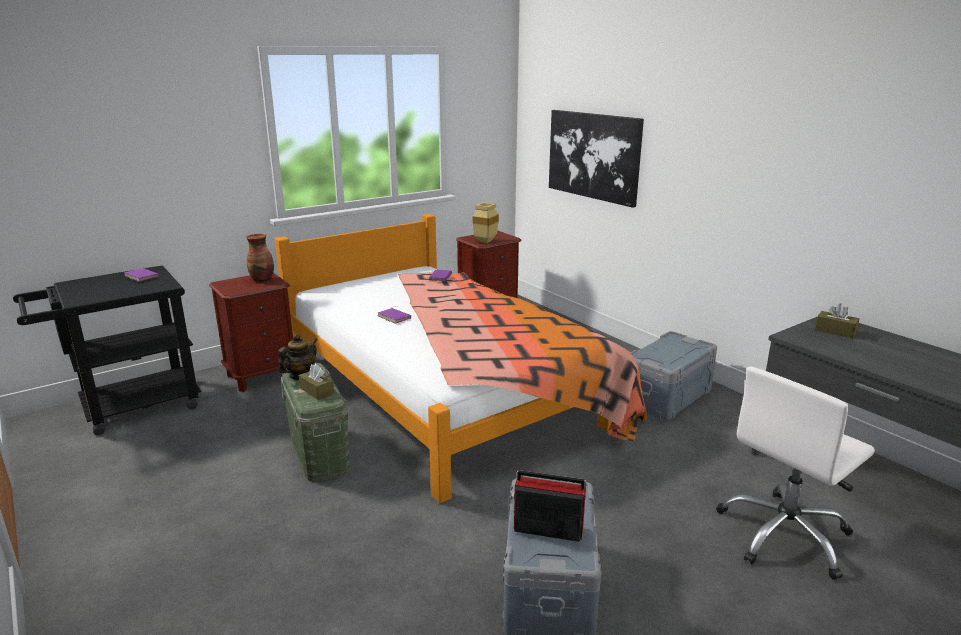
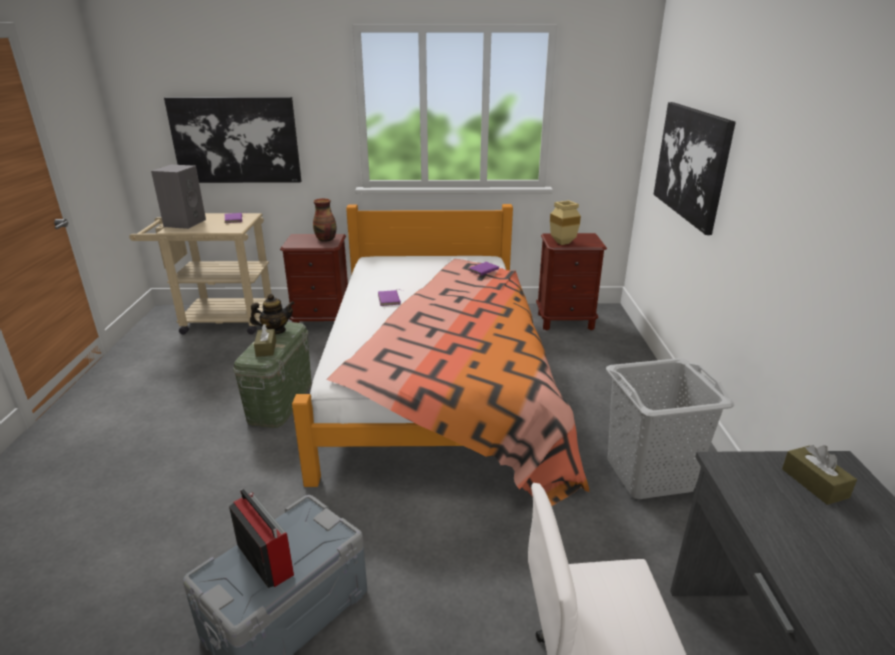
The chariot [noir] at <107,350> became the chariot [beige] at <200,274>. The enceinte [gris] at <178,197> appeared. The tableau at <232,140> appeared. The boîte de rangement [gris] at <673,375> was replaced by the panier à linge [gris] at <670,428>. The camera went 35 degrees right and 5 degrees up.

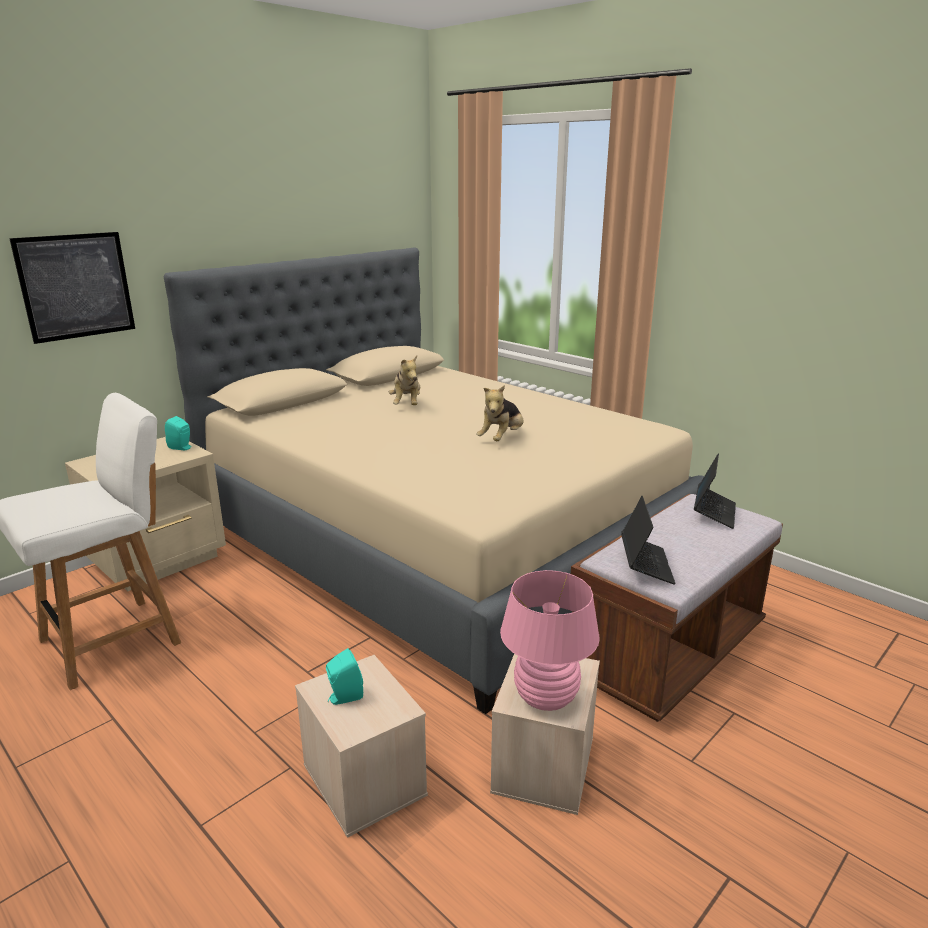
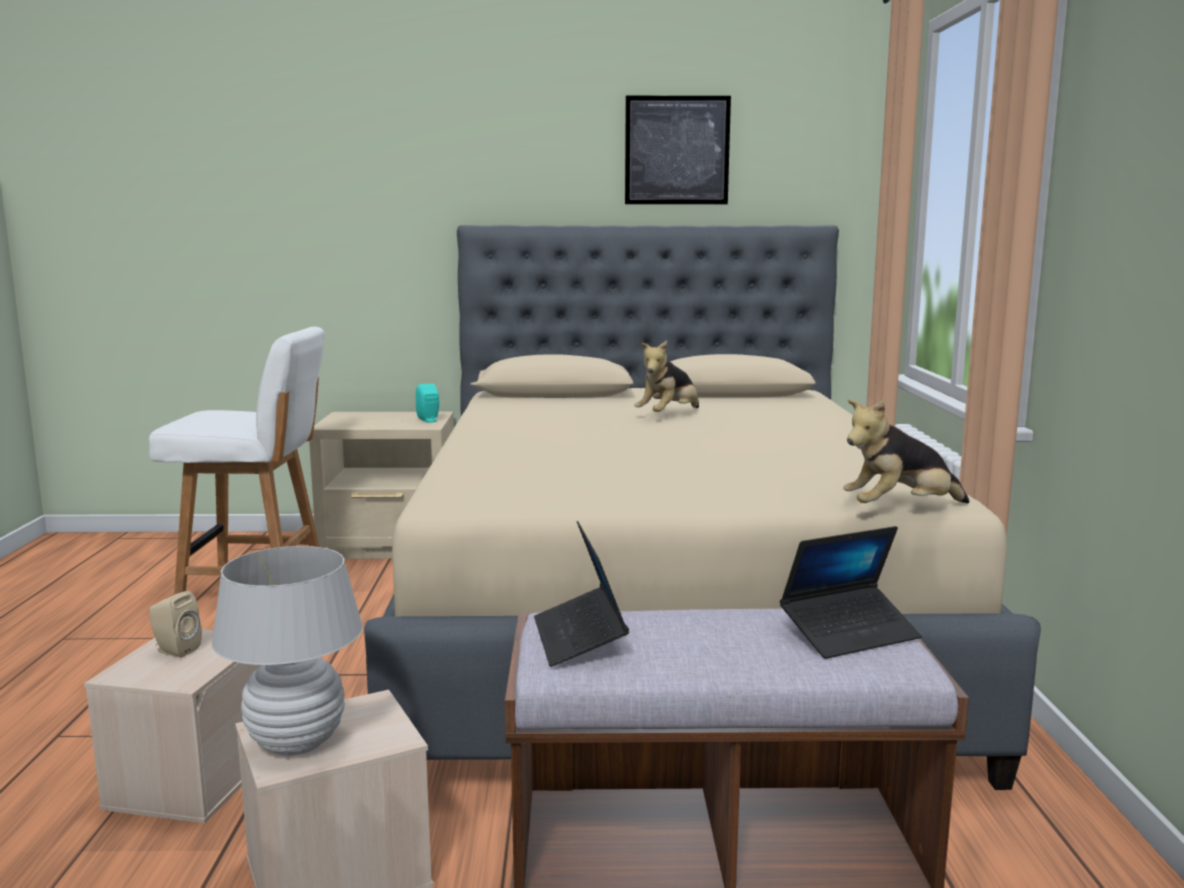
The enceinte [turquoise] at <344,676> became the enceinte [beige] at <175,624>. The lampe de table [rose] at <550,640> became the lampe de table [blanc] at <287,650>. The ordinateur portable at <648,540> turned 120 degrees clockwise. The tableau moved from <72,288> to <678,150>. The peluche moved from <499,413> to <906,451>. The camera went 45 degrees right and 10 degrees down.

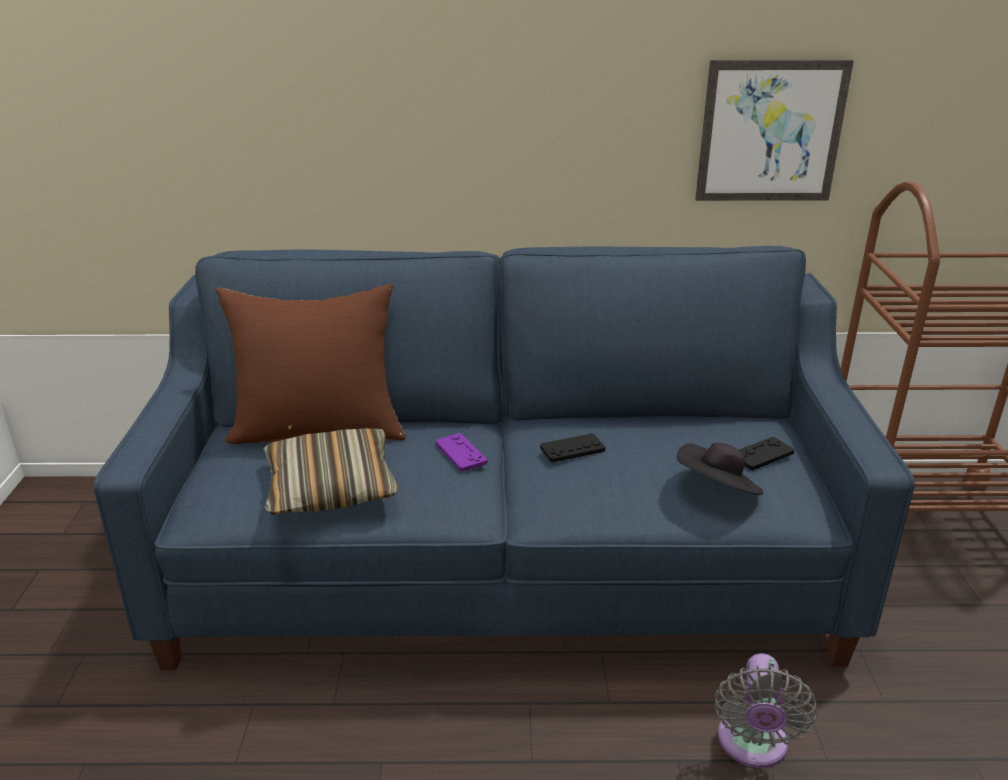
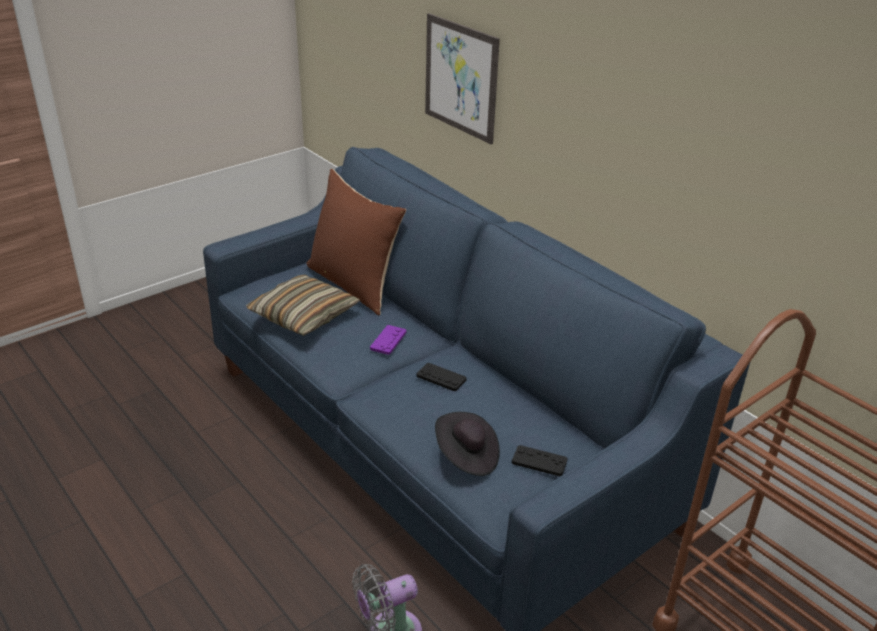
The tableau moved from <774,130> to <462,78>. The camera went 50 degrees right and 5 degrees up.

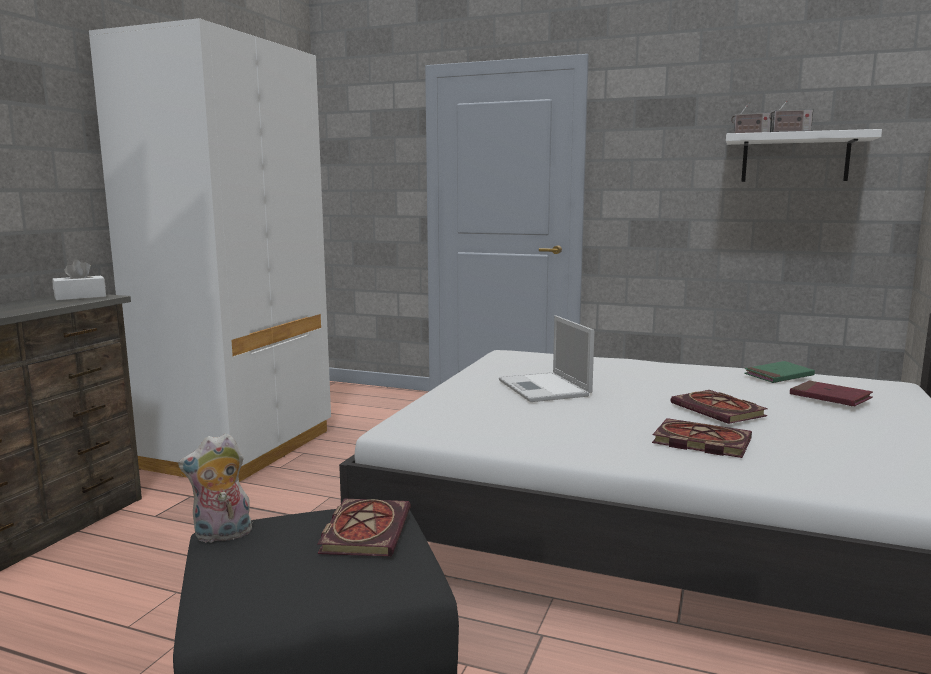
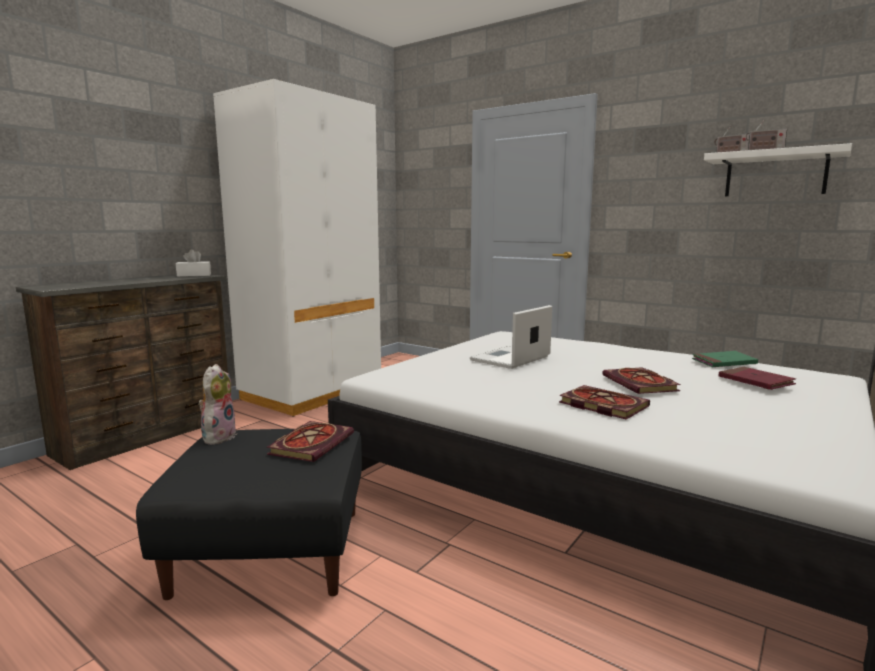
The peluche at <215,488> turned 105 degrees clockwise. The ordinateur portable at <547,358> turned 45 degrees clockwise. The camera went 15 degrees right and 0 degrees up.

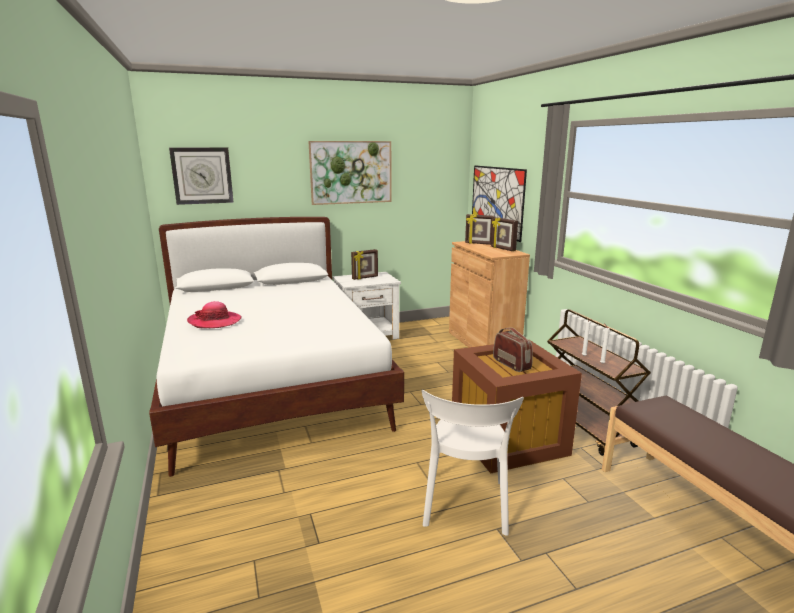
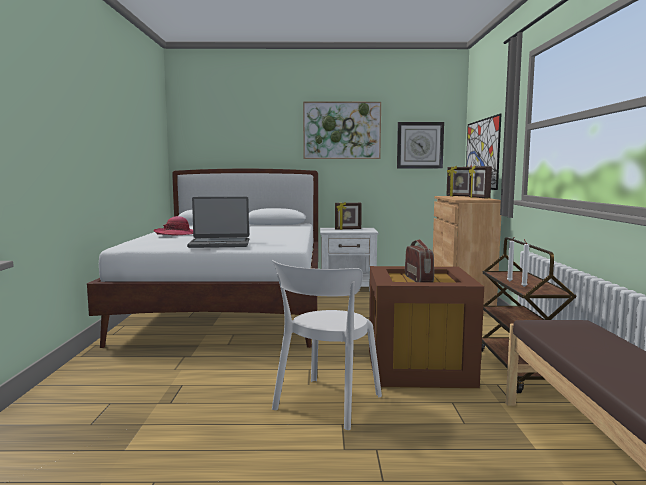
The ordinateur portable at <218,222> appeared. The horloge murale moved from <201,176> to <420,145>. The camera went 20 degrees right and 10 degrees down.

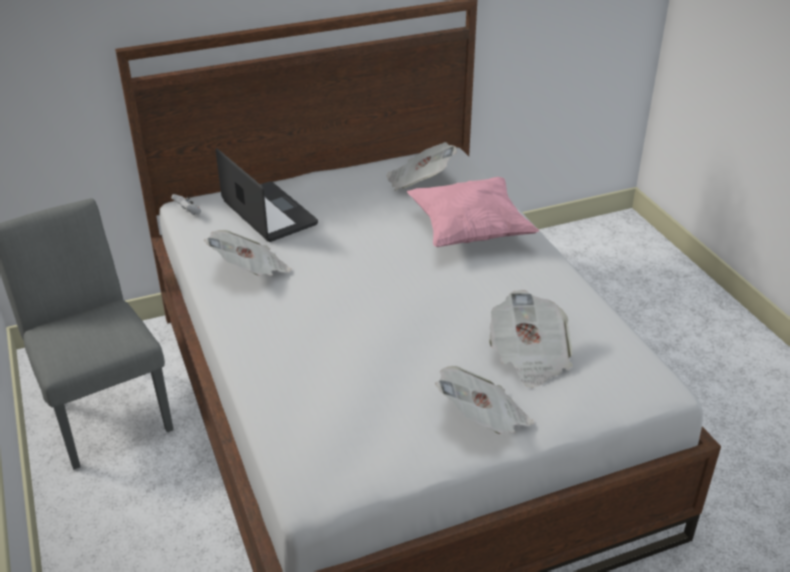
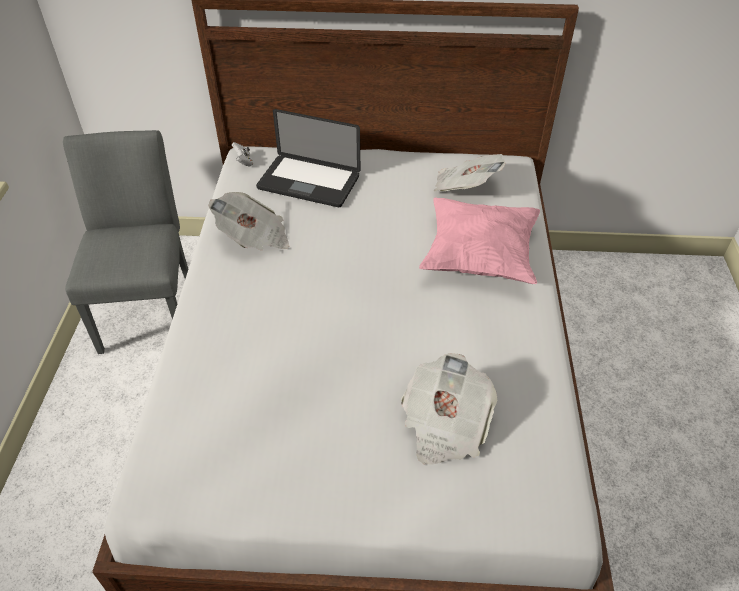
The ordinateur portable at <267,195> turned 120 degrees clockwise. The journal at <484,400> disappeared. The camera went 25 degrees right and 10 degrees up.

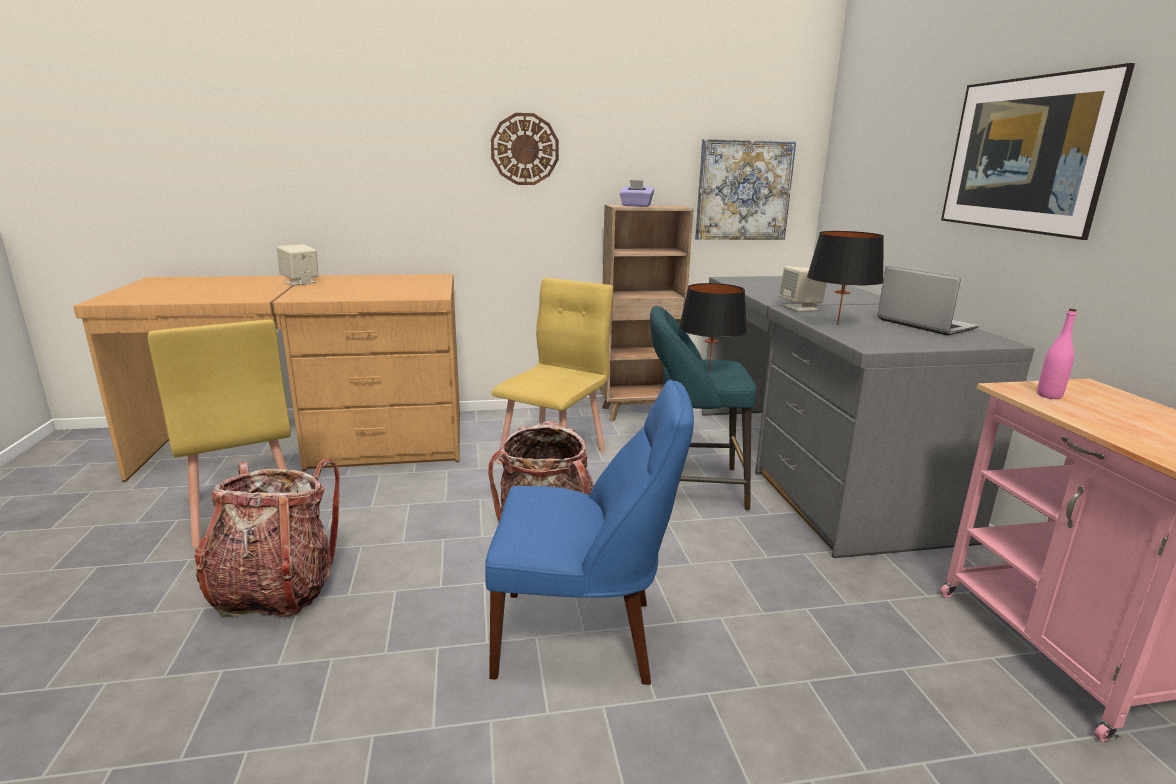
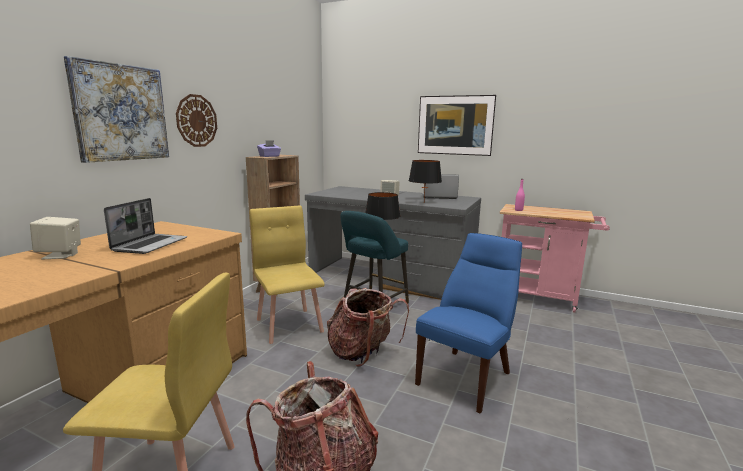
The tableau moved from <745,189> to <116,109>. The ordinateur portable at <145,226> appeared. The camera went 55 degrees left and 5 degrees down.

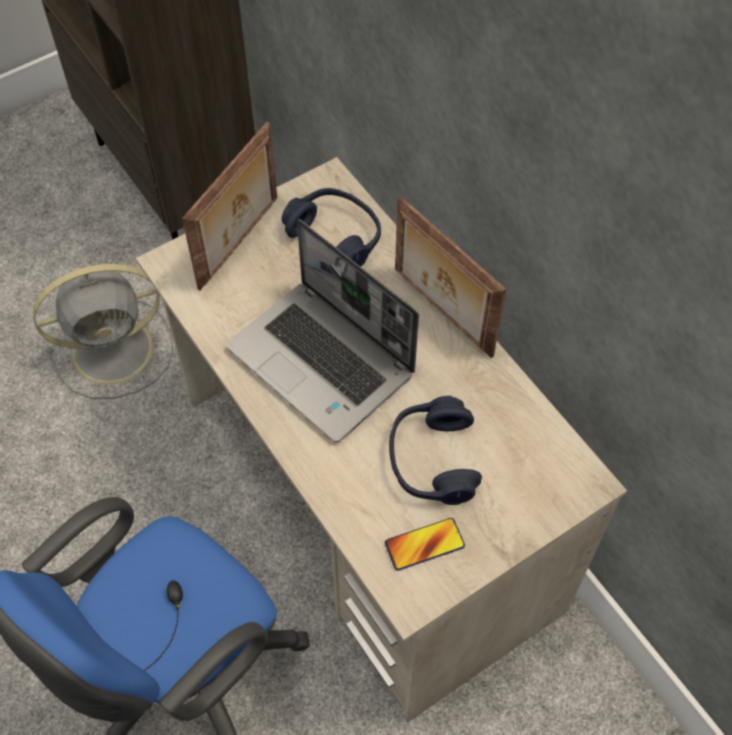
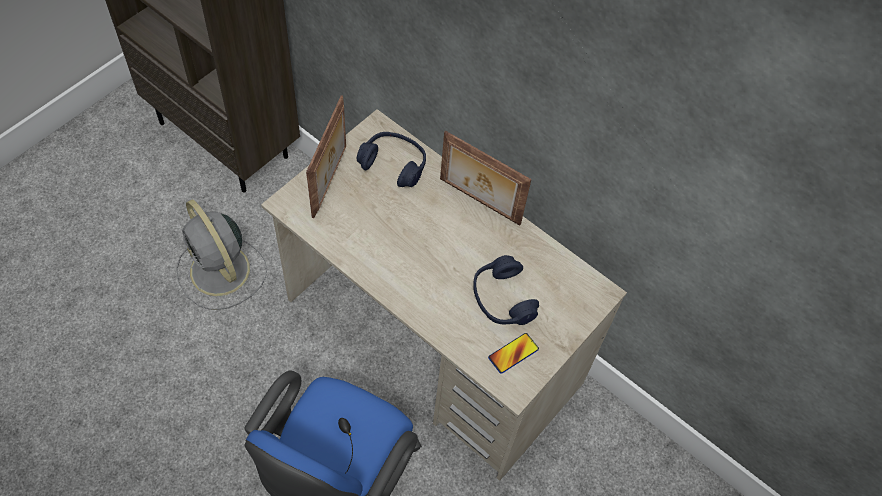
The ventilateur [gris] at <103,331> turned 90 degrees clockwise. The ordinateur portable at <322,330> disappeared. The camera went 20 degrees left and 0 degrees up.

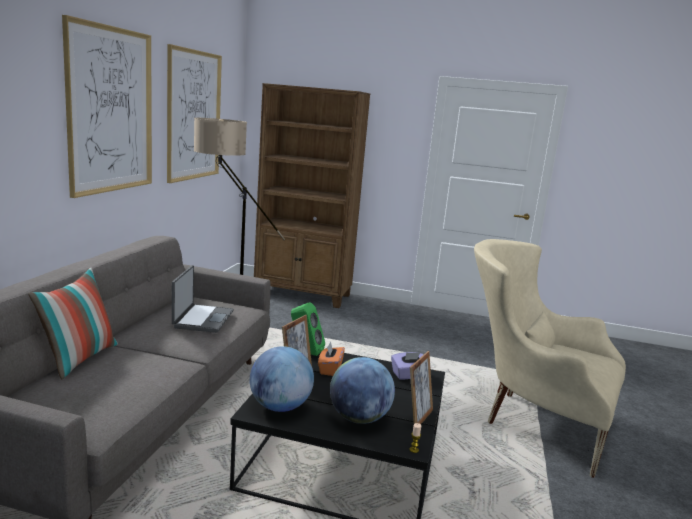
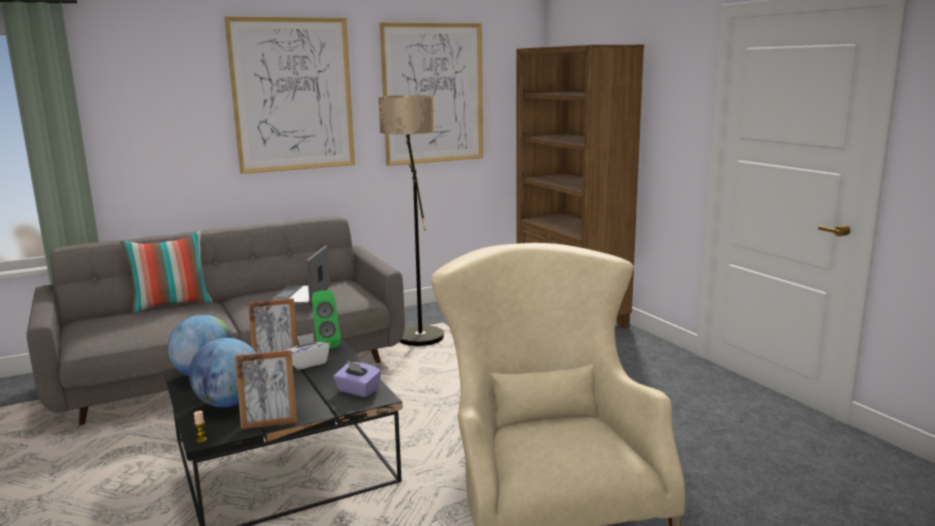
The ordinateur portable at <203,299> turned 135 degrees clockwise. The boîte à mouchoirs [orange] at <331,359> became the boîte à mouchoirs [blanc] at <308,351>. The camera went 50 degrees right and 0 degrees up.

